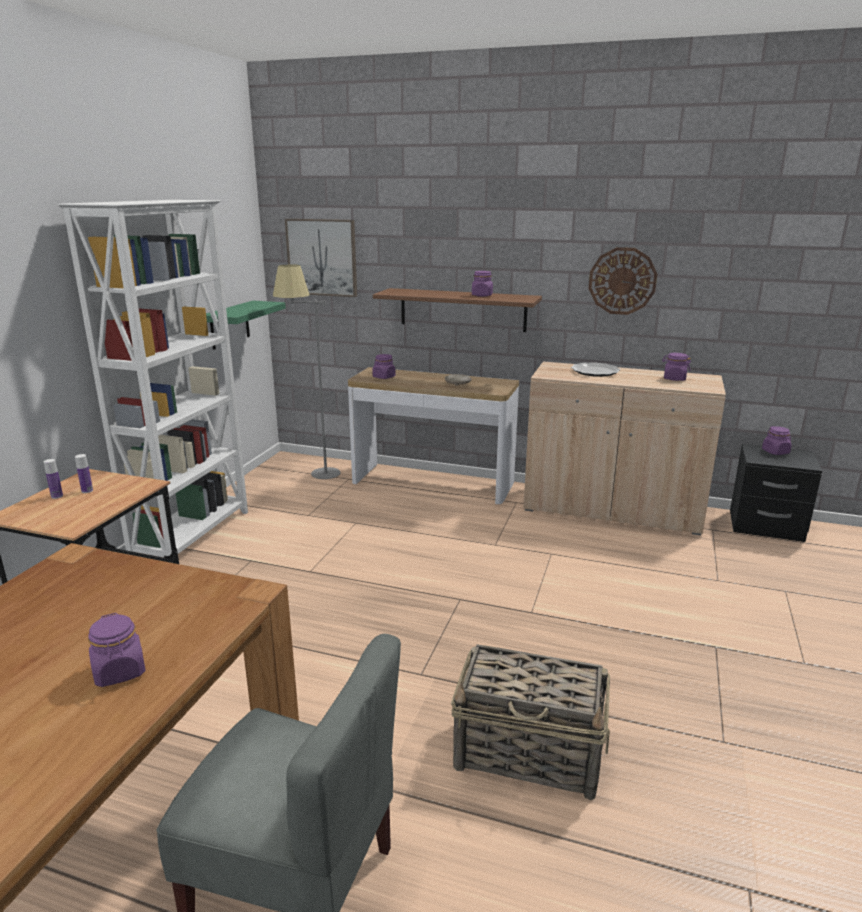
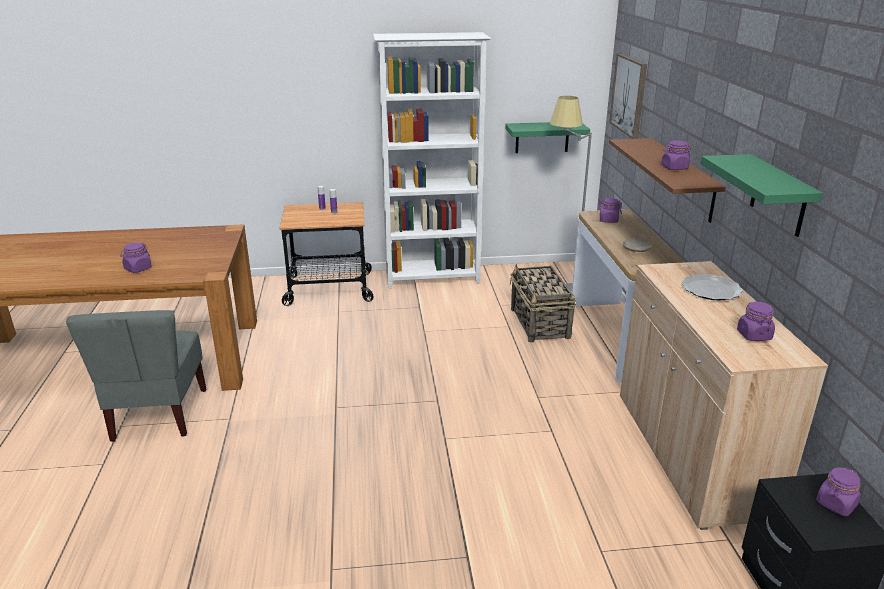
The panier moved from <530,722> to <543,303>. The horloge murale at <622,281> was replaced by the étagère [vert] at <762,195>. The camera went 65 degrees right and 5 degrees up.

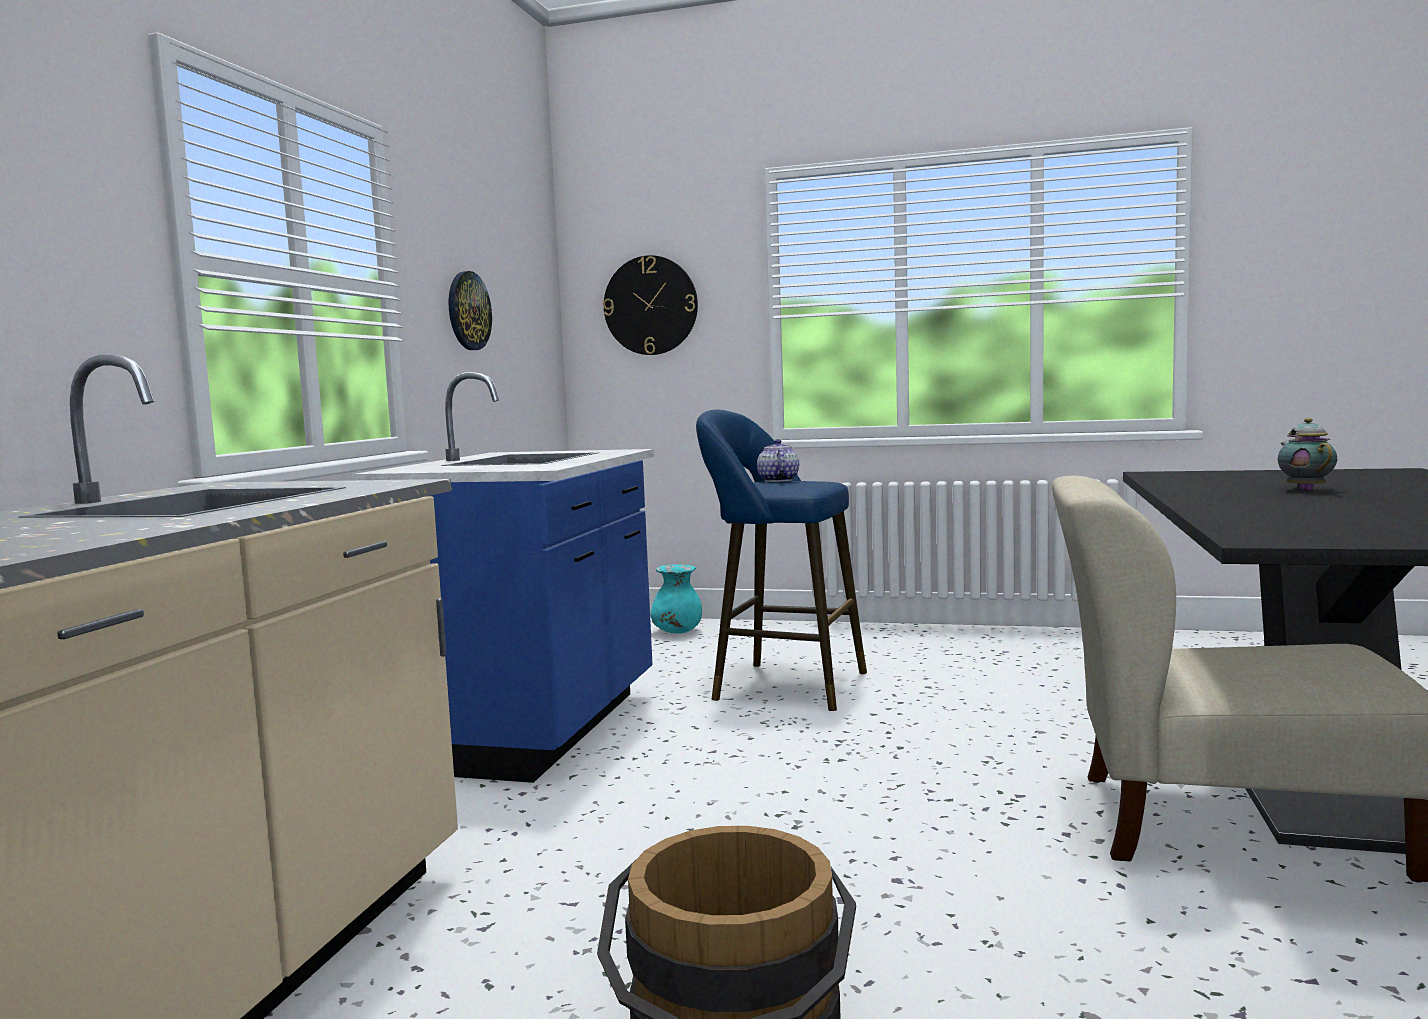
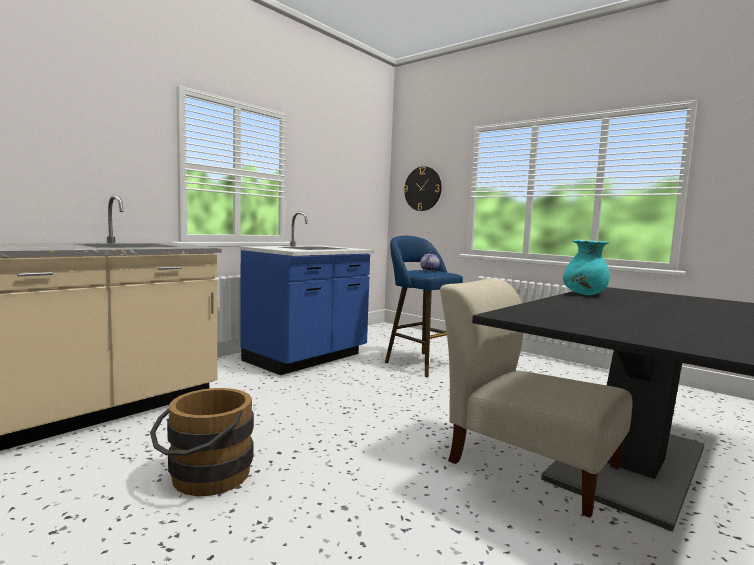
The vase [turquoise] moved from <676,598> to <586,267>. The horloge murale at <470,310> disappeared. The théière at <1307,454> disappeared. The camera went 25 degrees right and 0 degrees up.

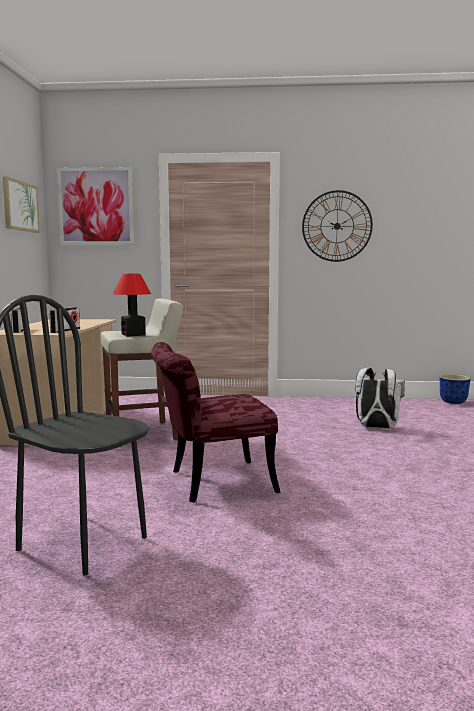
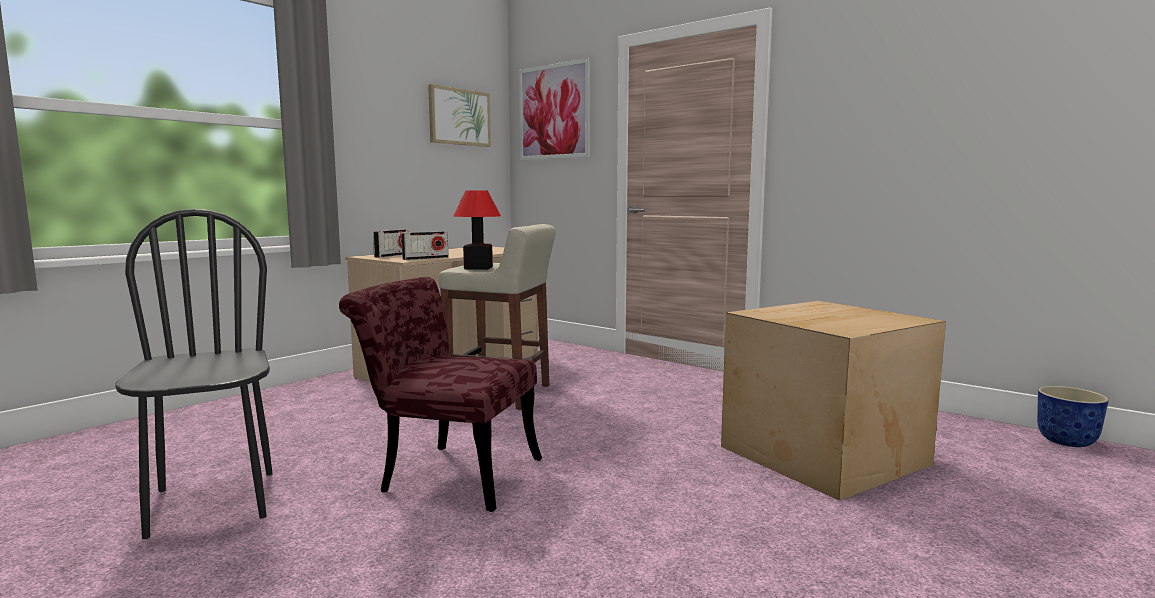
The sac à dos [blanc] at <380,398> was replaced by the carton at <833,401>. The horloge murale at <337,226> disappeared. The camera went 35 degrees right and 0 degrees up.

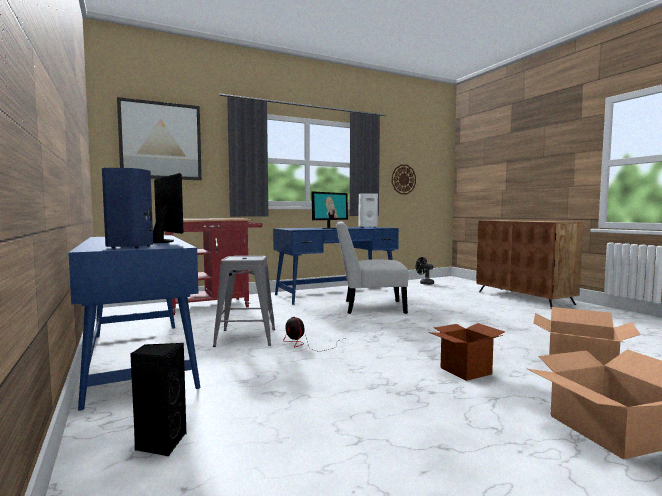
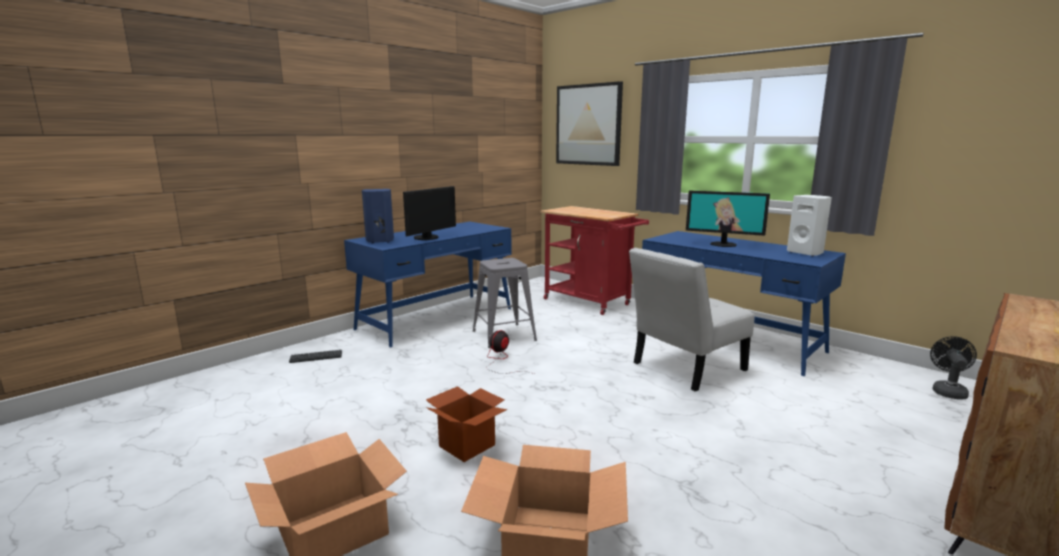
The enceinte [noir] at <158,399> was replaced by the clavier at <315,356>. The chaise [blanc] at <372,267> turned 105 degrees counterclockwise. The horloge murale at <404,179> disappeared. The camera went 70 degrees right and 10 degrees up.

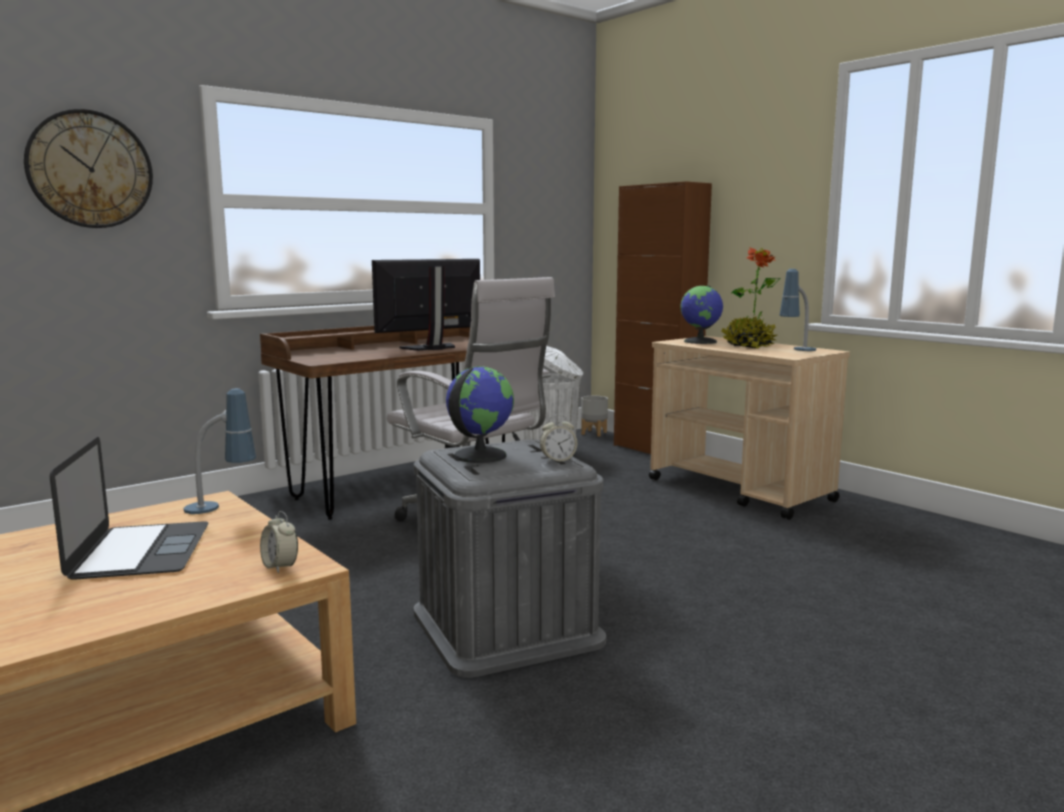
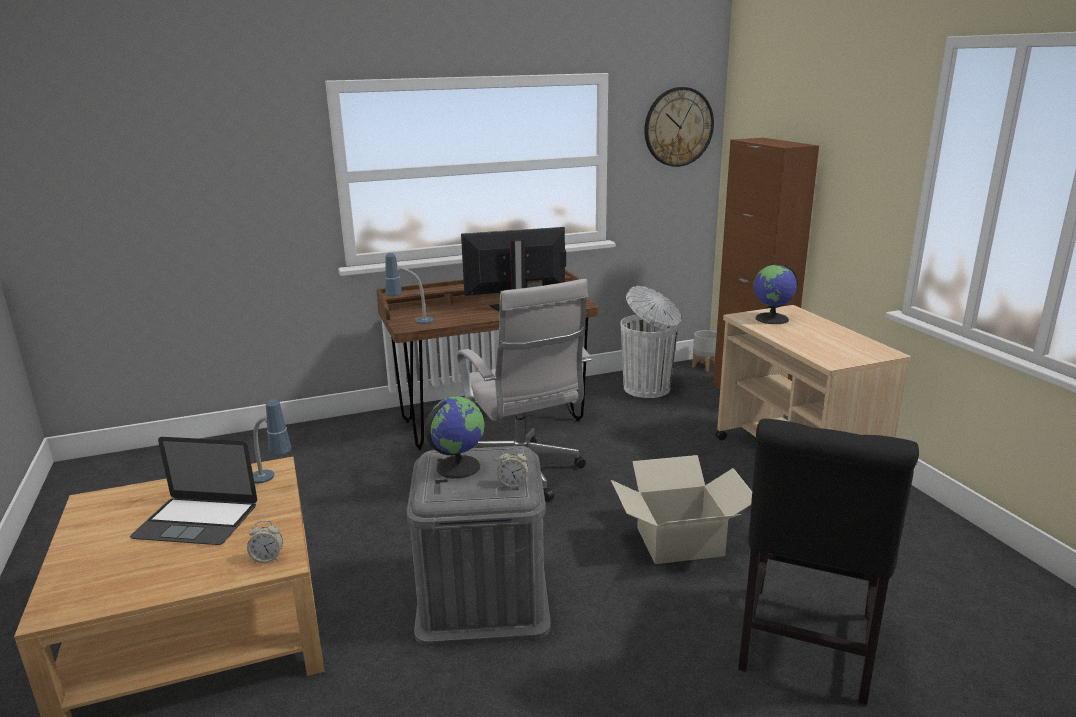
The ordinateur portable at <129,508> turned 90 degrees clockwise. The réveil at <279,542> turned 75 degrees counterclockwise. The lampe de table moved from <798,310> to <409,288>. The carton at <681,509> appeared. The horloge murale moved from <88,168> to <679,127>. The chaise [noir] at <828,562> appeared. The plante en pot at <751,297> disappeared. The camera went 20 degrees right and 10 degrees up.

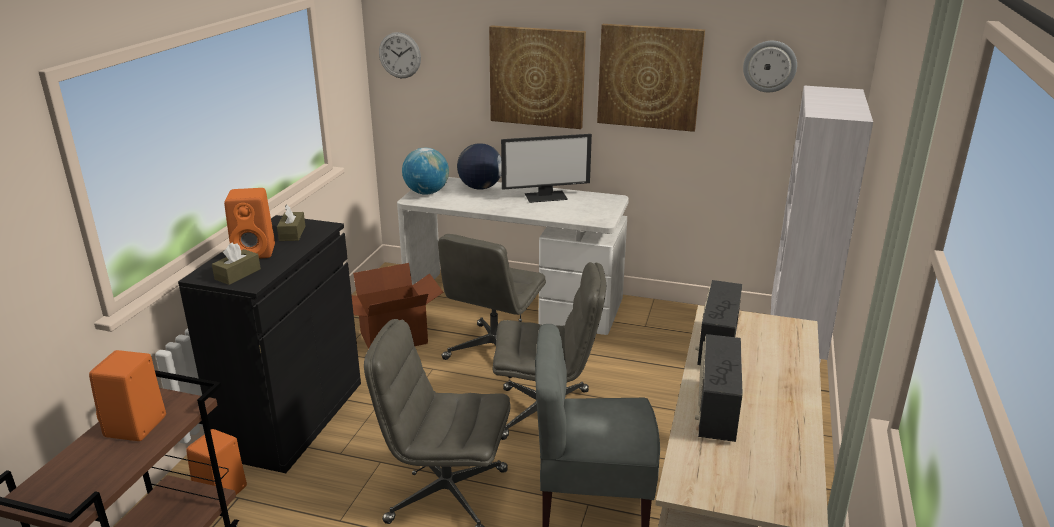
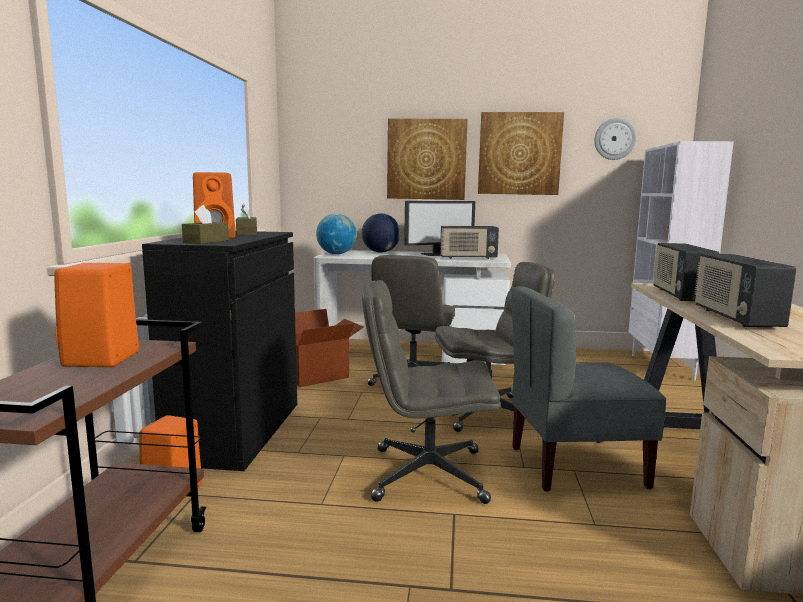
The radio at <469,242> appeared. The horloge murale at <400,55> disappeared. The camera went 10 degrees left and 15 degrees down.

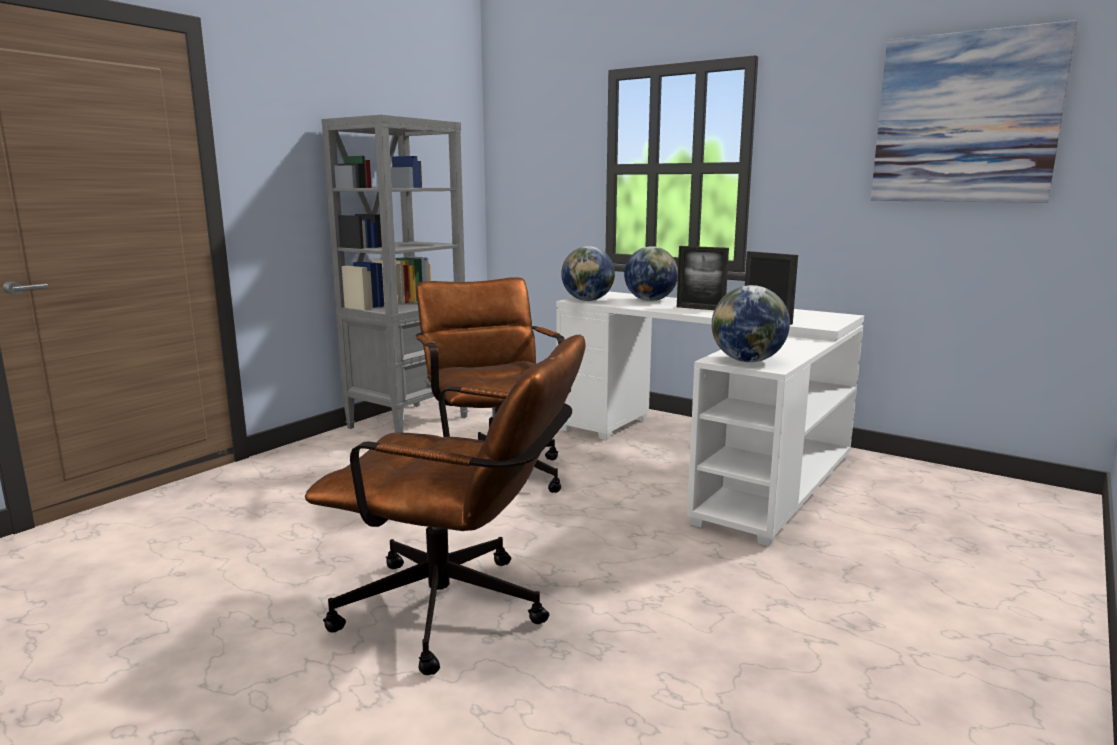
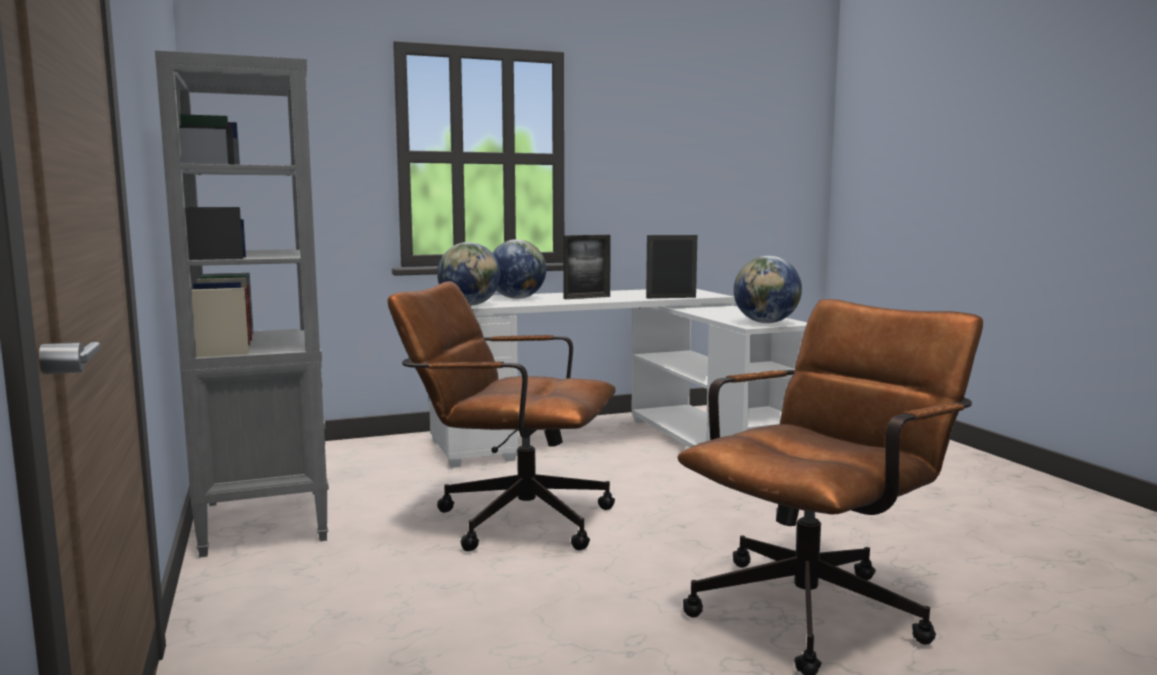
The tableau at <974,111> disappeared. The camera went 55 degrees left and 5 degrees down.

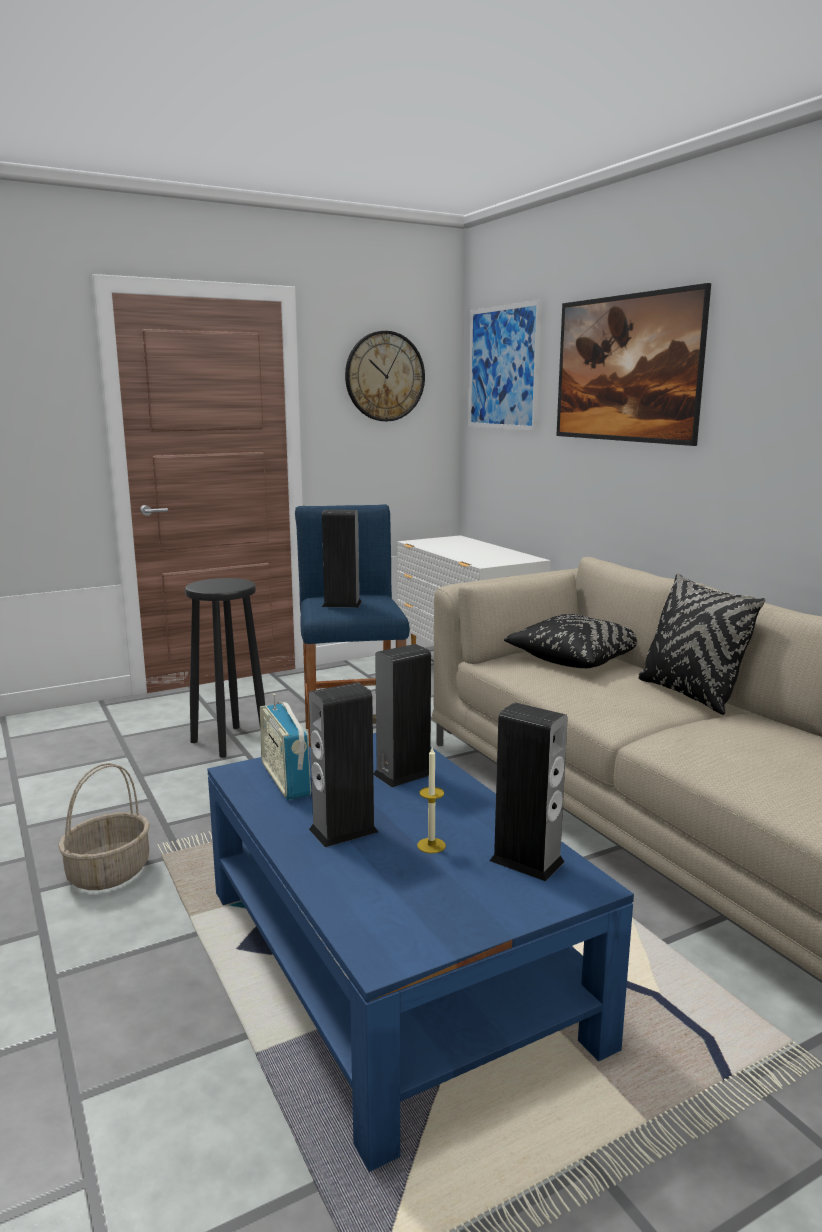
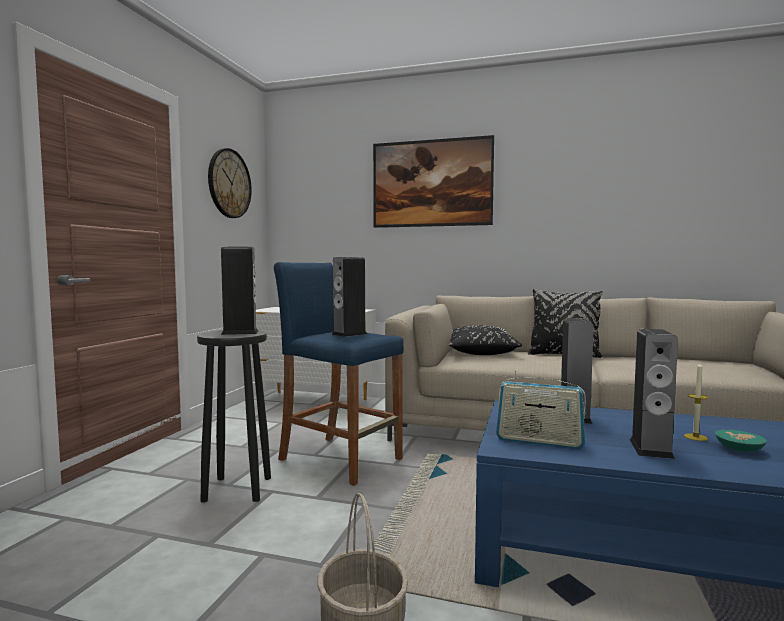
The enceinte moved from <528,791> to <239,290>. The bol [turquoise] at <741,441> appeared. The tableau at <505,365> disappeared. The camera went 45 degrees left and 10 degrees down.

